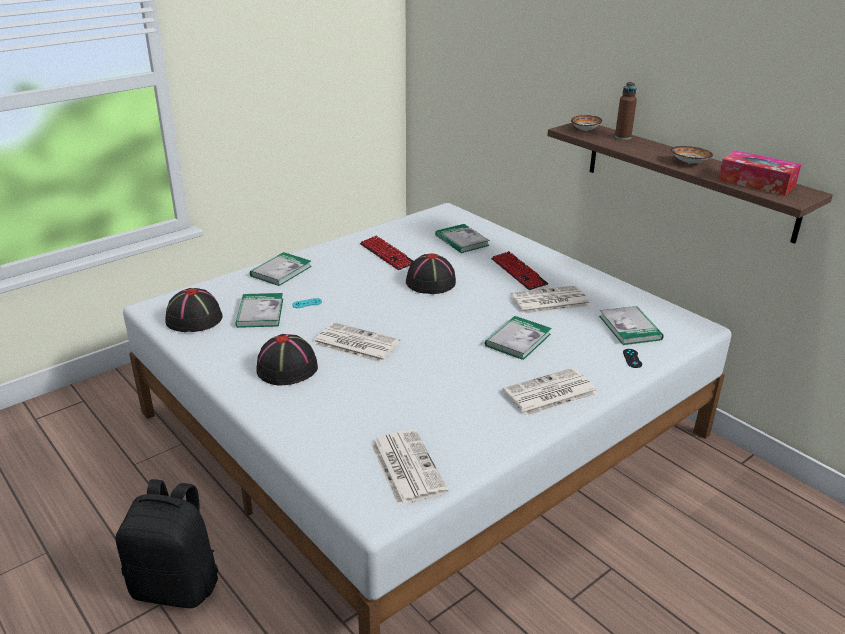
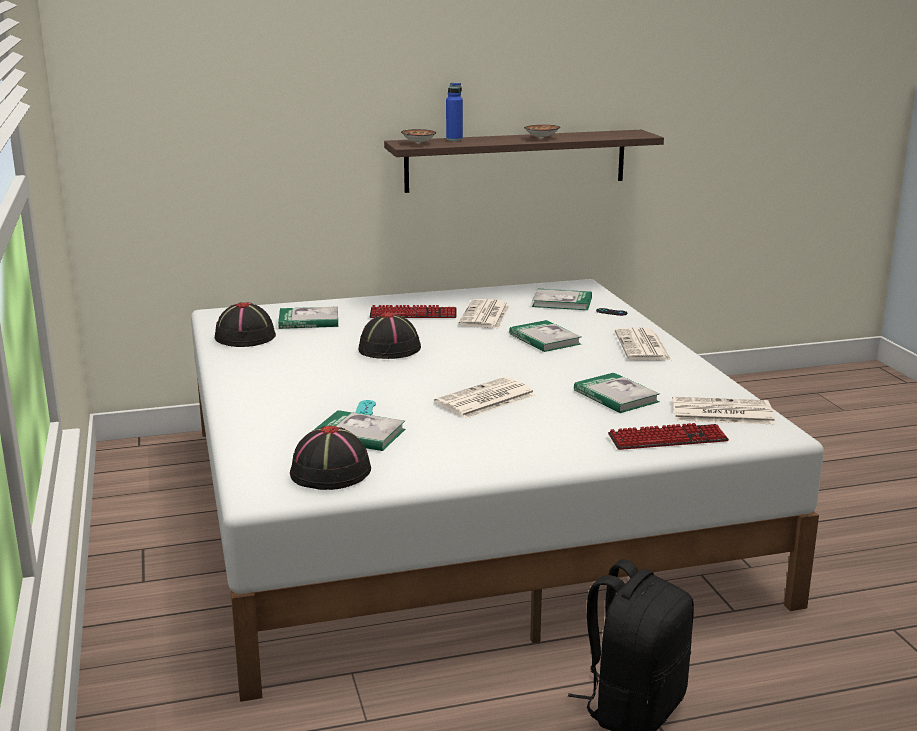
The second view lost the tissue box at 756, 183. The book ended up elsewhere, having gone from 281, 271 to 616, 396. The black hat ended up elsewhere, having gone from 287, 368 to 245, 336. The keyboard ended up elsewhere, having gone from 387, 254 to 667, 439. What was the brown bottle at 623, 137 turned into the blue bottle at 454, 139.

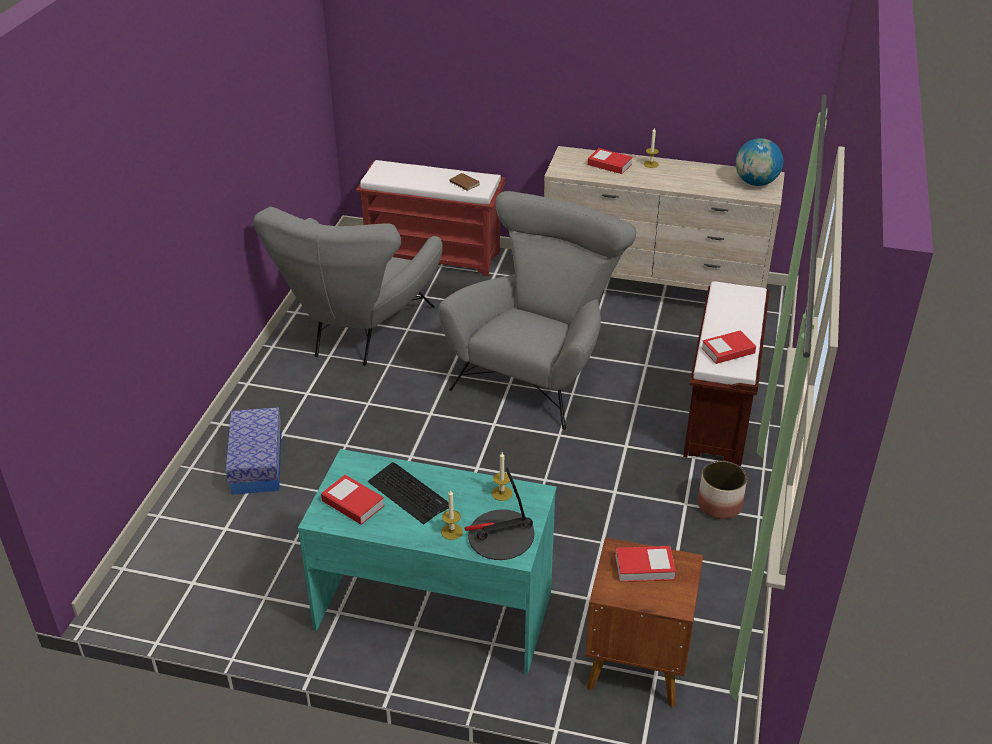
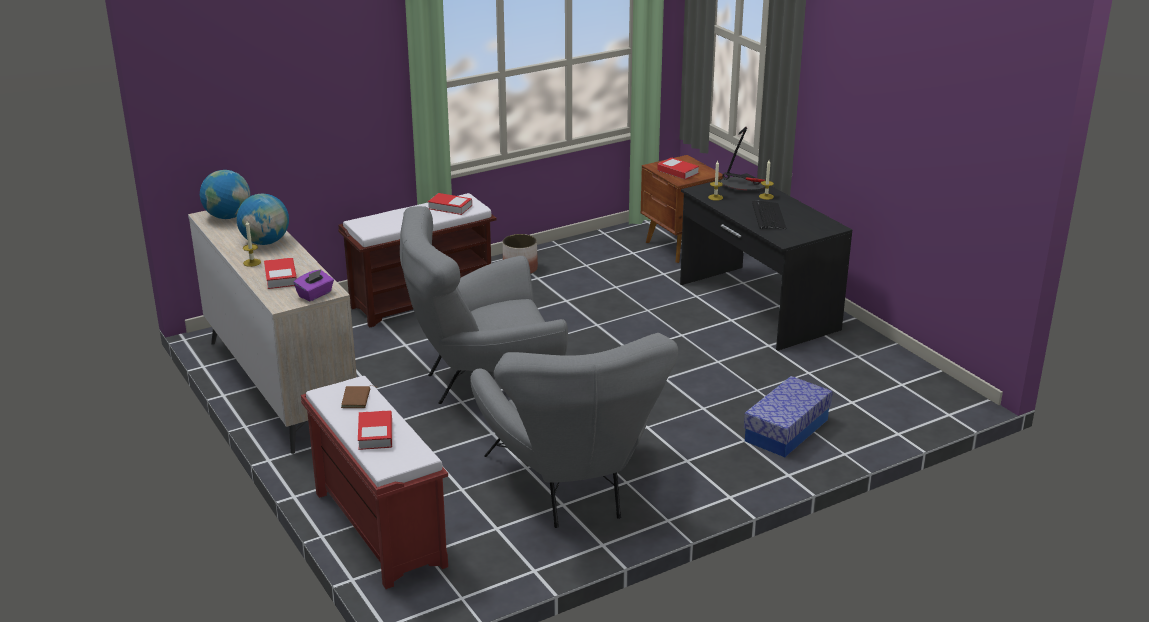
The second view gained the globe at 265, 242. The second view gained the purple tissue box at 315, 294. The book ended up elsewhere, having gone from 353, 503 to 375, 434. What was the turquoise desk at 434, 609 turned into the black desk at 756, 306. The grey armchair at 358, 333 ended up facing another way, 105 degrees clockwise from before.

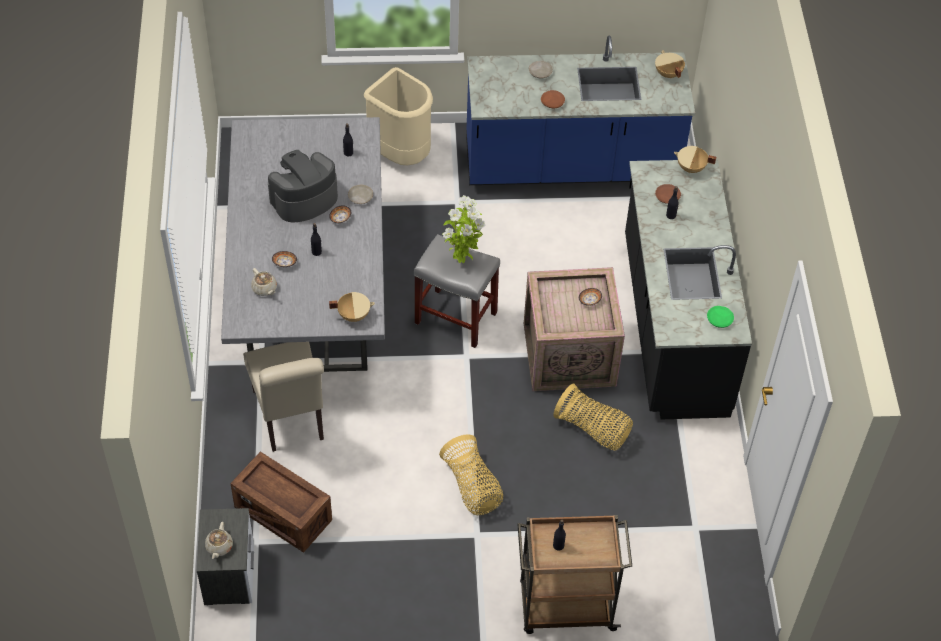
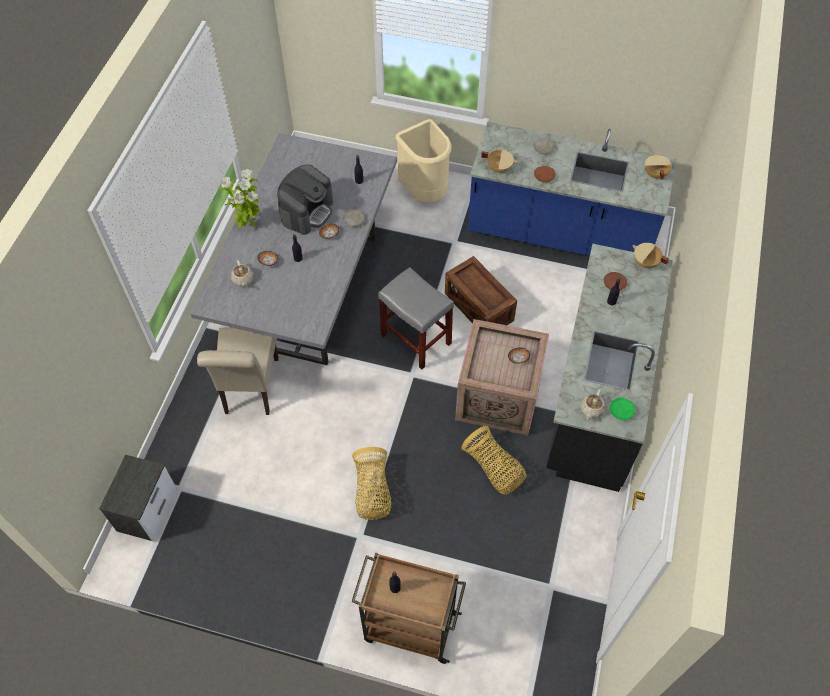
The beige teapot ended up elsewhere, having gone from 219, 547 to 591, 410. The crate ended up elsewhere, having gone from 283, 514 to 478, 307. The beige cooking pot ended up elsewhere, having gone from 353, 315 to 499, 168. The potted plant ended up elsewhere, having gone from 462, 259 to 249, 224. The coffee machine at 304, 199 ended up facing another way, 135 degrees clockwise from before.

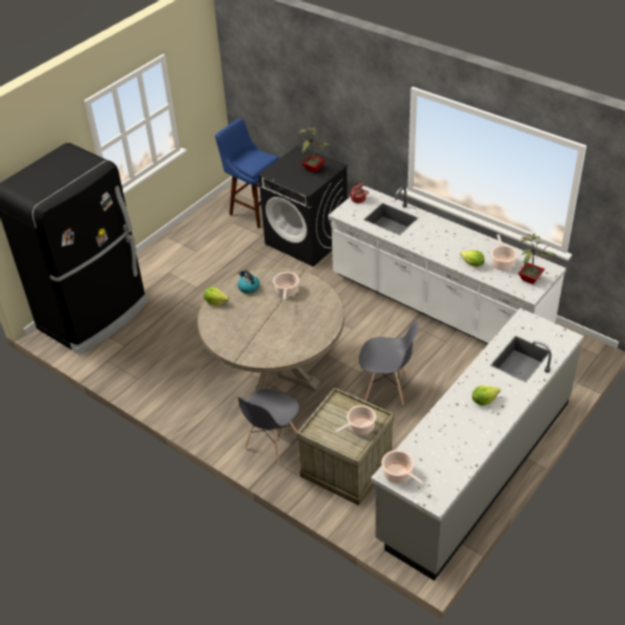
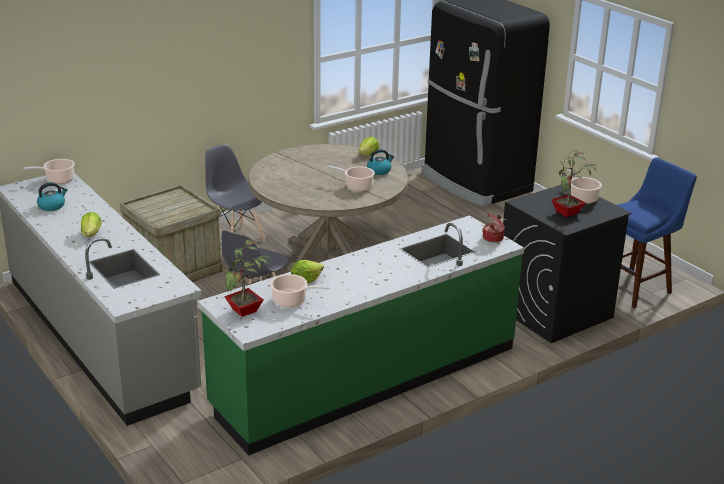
The second view gained the kettle at 52, 206. The cooking pot ended up elsewhere, having gone from 359, 427 to 582, 197. What was the white counter at 438, 306 turned into the green counter at 366, 377.

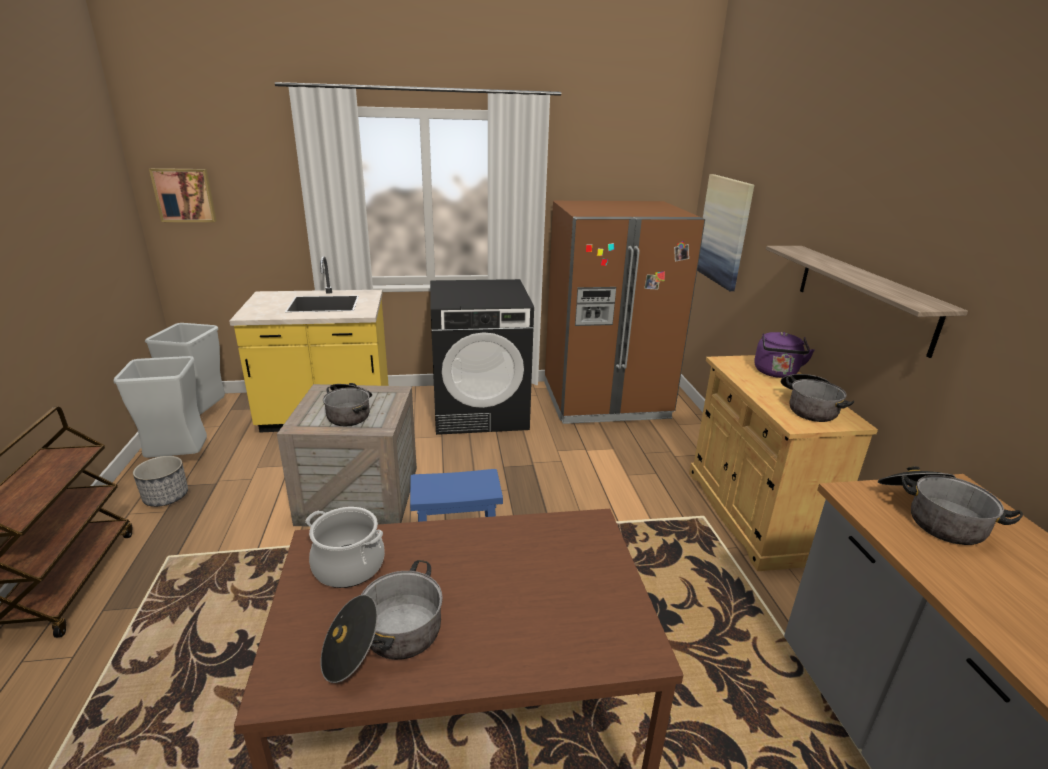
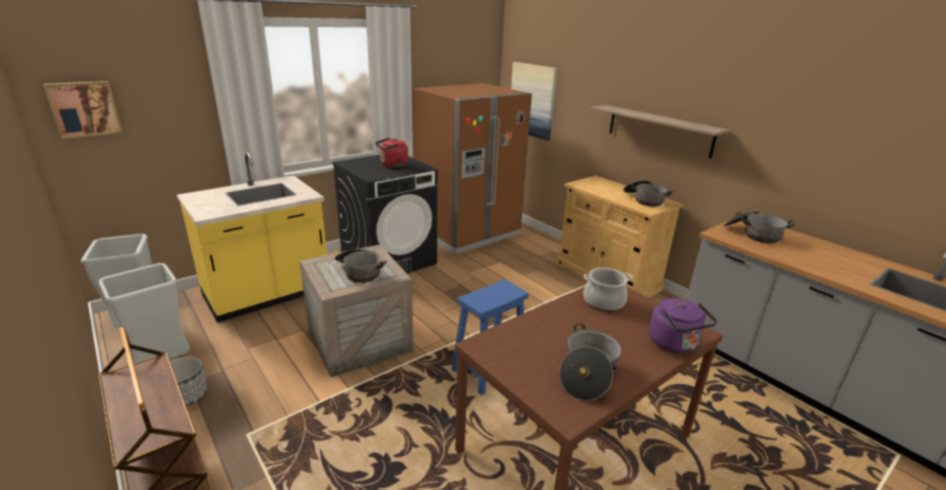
The second view gained the red kettle at 392, 165. The cooking pot ended up elsewhere, having gone from 349, 566 to 603, 301. The purple kettle ended up elsewhere, having gone from 776, 373 to 675, 344.

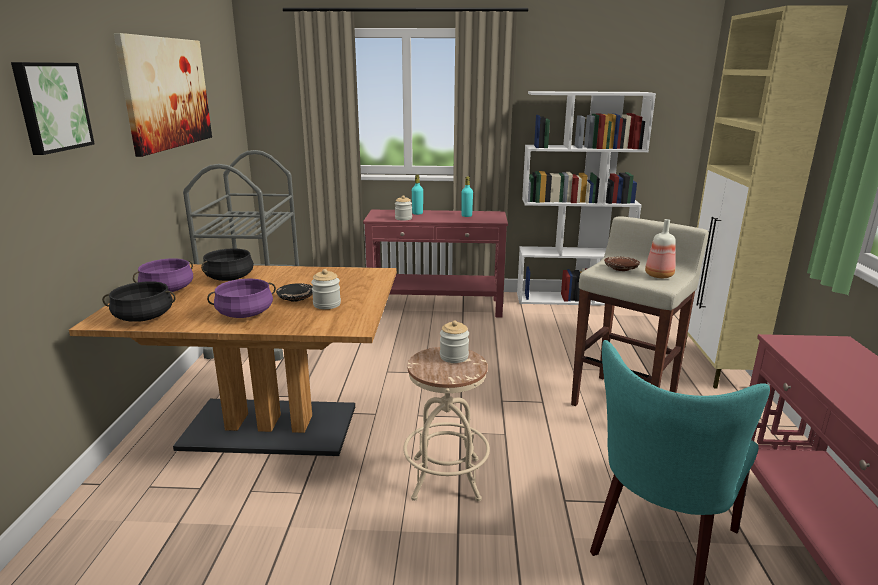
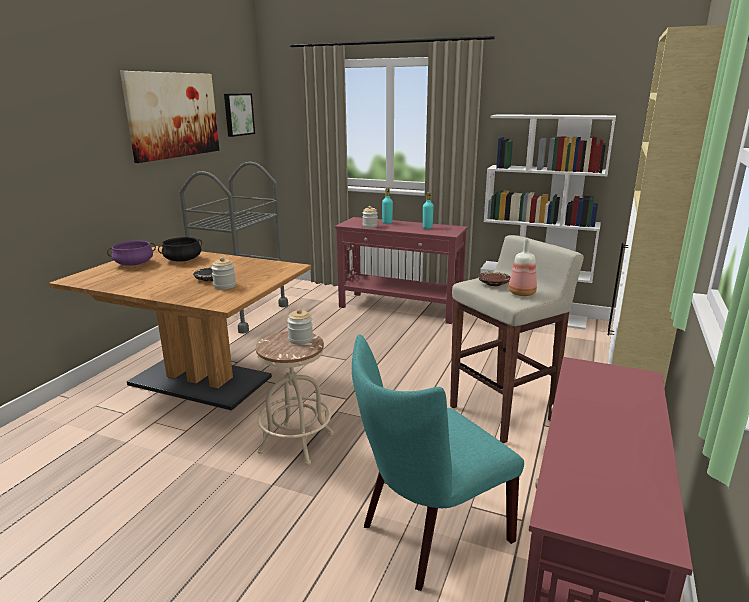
The second view lost the black cooking pot at 143, 317. The second view lost the purple cooking pot at 245, 313. The picture ended up elsewhere, having gone from 51, 107 to 238, 114.

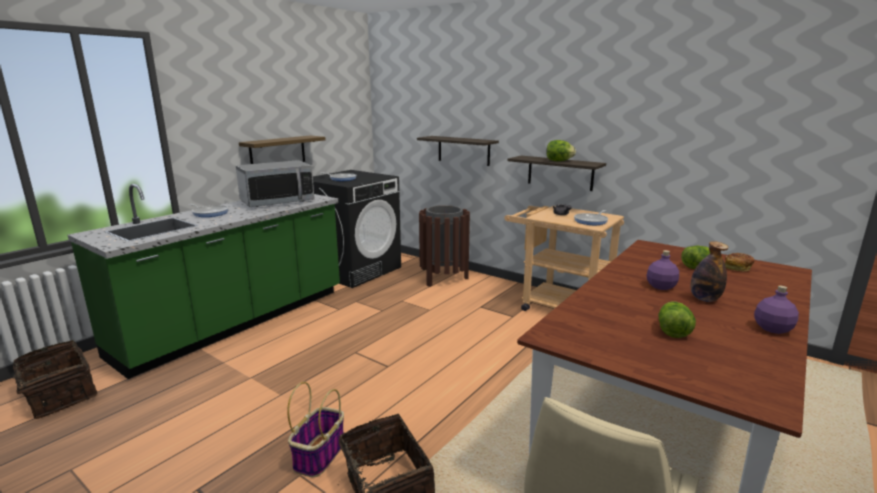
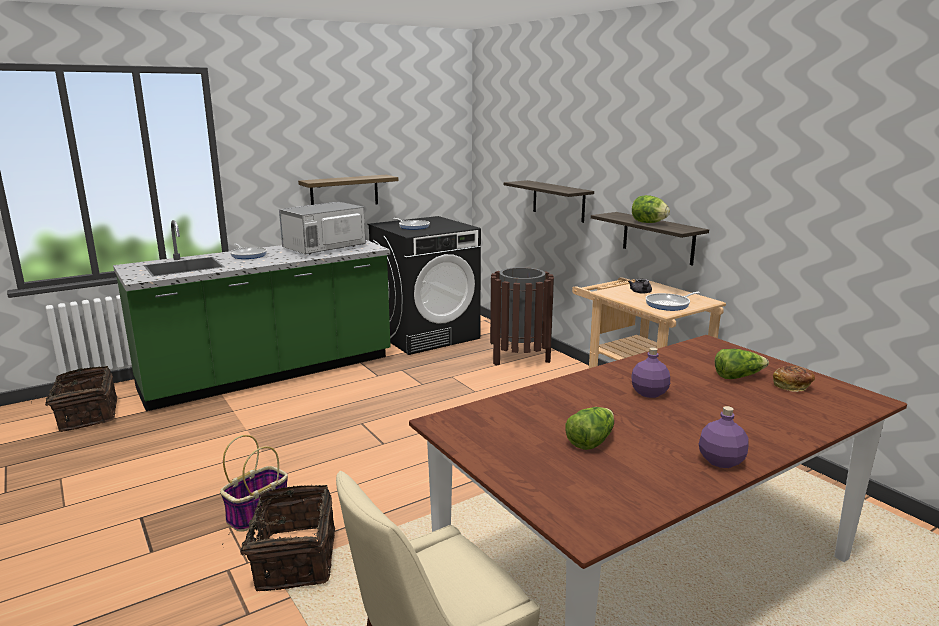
The second view lost the bottle at 704, 299. The microwave at 277, 201 ended up facing another way, 150 degrees clockwise from before.

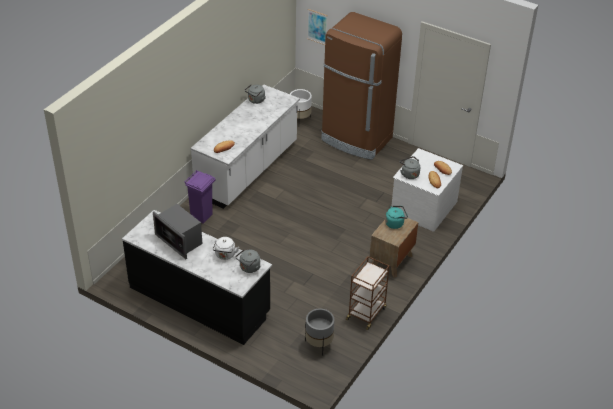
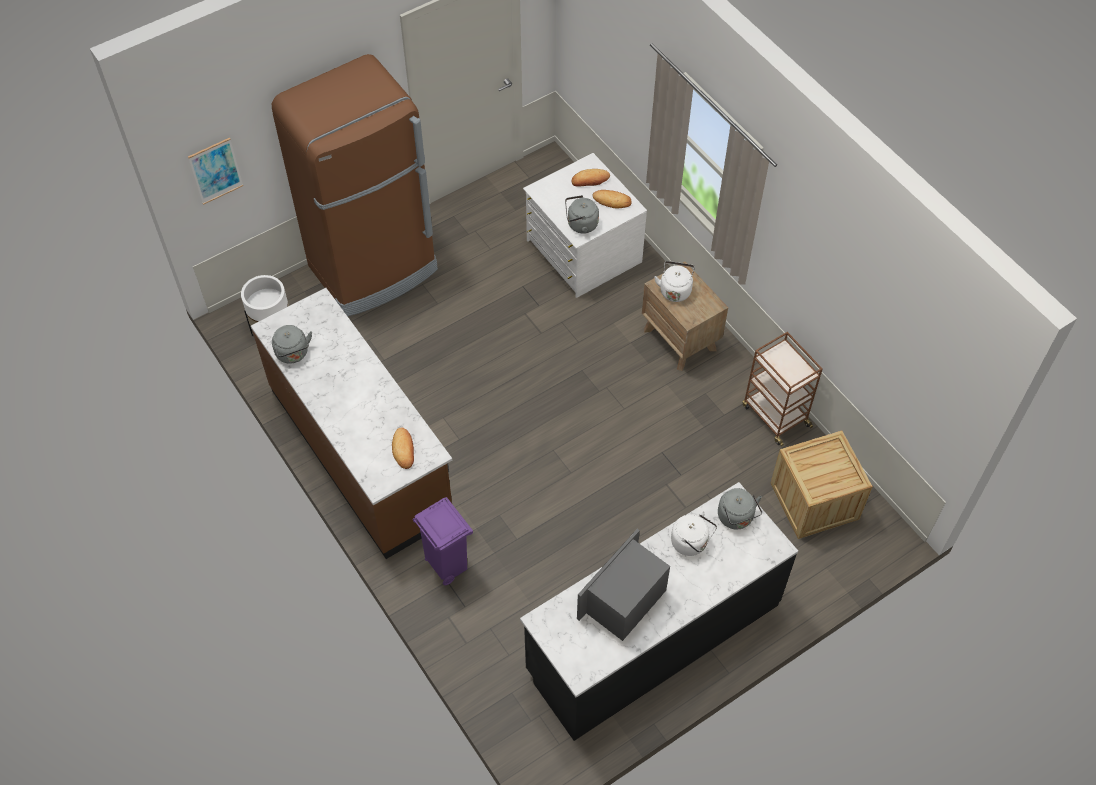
Where the grey planter stood at 319, 344, the crate came to stand at 814, 501. What was the white counter at 248, 170 turned into the brown counter at 362, 452. What was the turquoise kettle at 395, 223 turned into the white kettle at 675, 290. The microwave at 180, 240 ended up facing another way, 150 degrees clockwise from before.

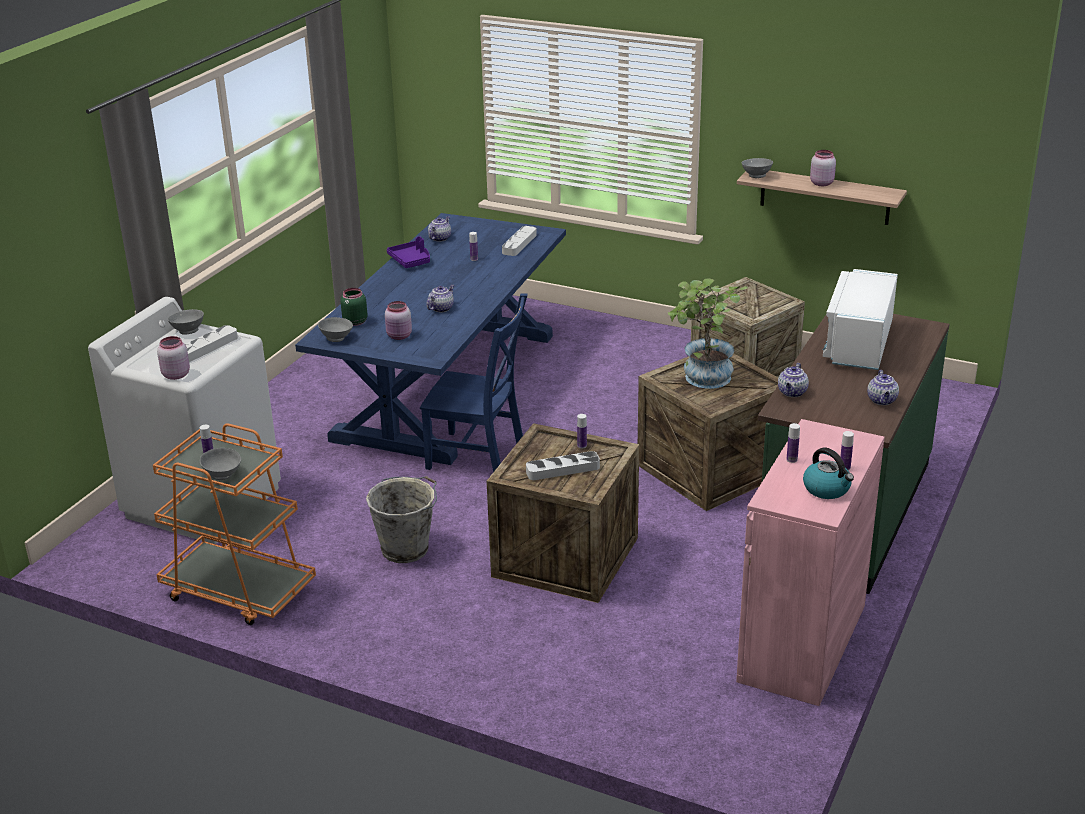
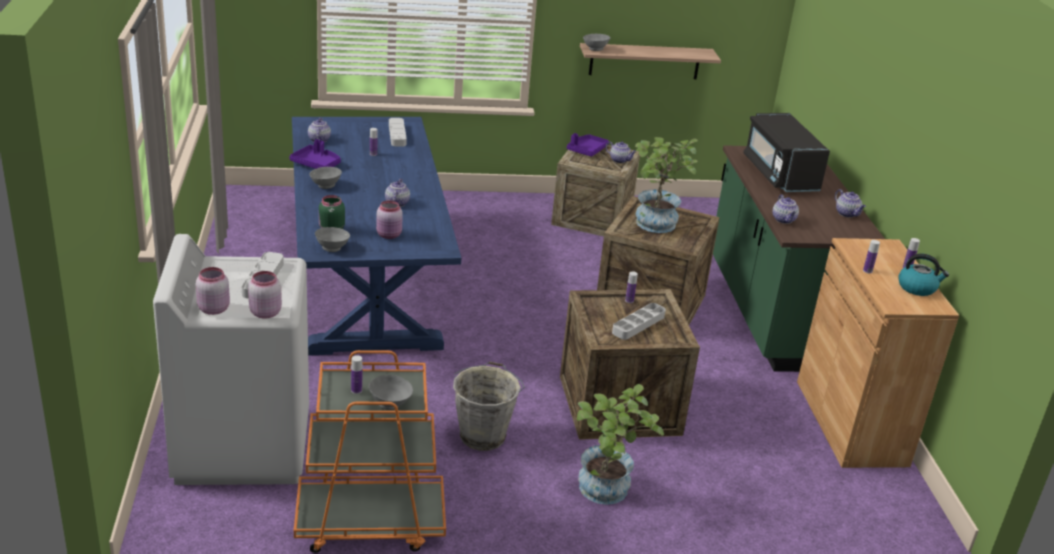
The second view lost the blue chair at 479, 456. The second view gained the purple tray at 587, 150. The second view gained the potted plant at 606, 493. The second view gained the teapot at 620, 160. The grey bowl ended up elsewhere, having gone from 188, 330 to 325, 185. The pink jar ended up elsewhere, having gone from 821, 183 to 213, 308. What was the pink cabinet at 802, 643 turned into the brown cabinet at 850, 422. What was the white microwave at 858, 344 turned into the black microwave at 779, 174.

